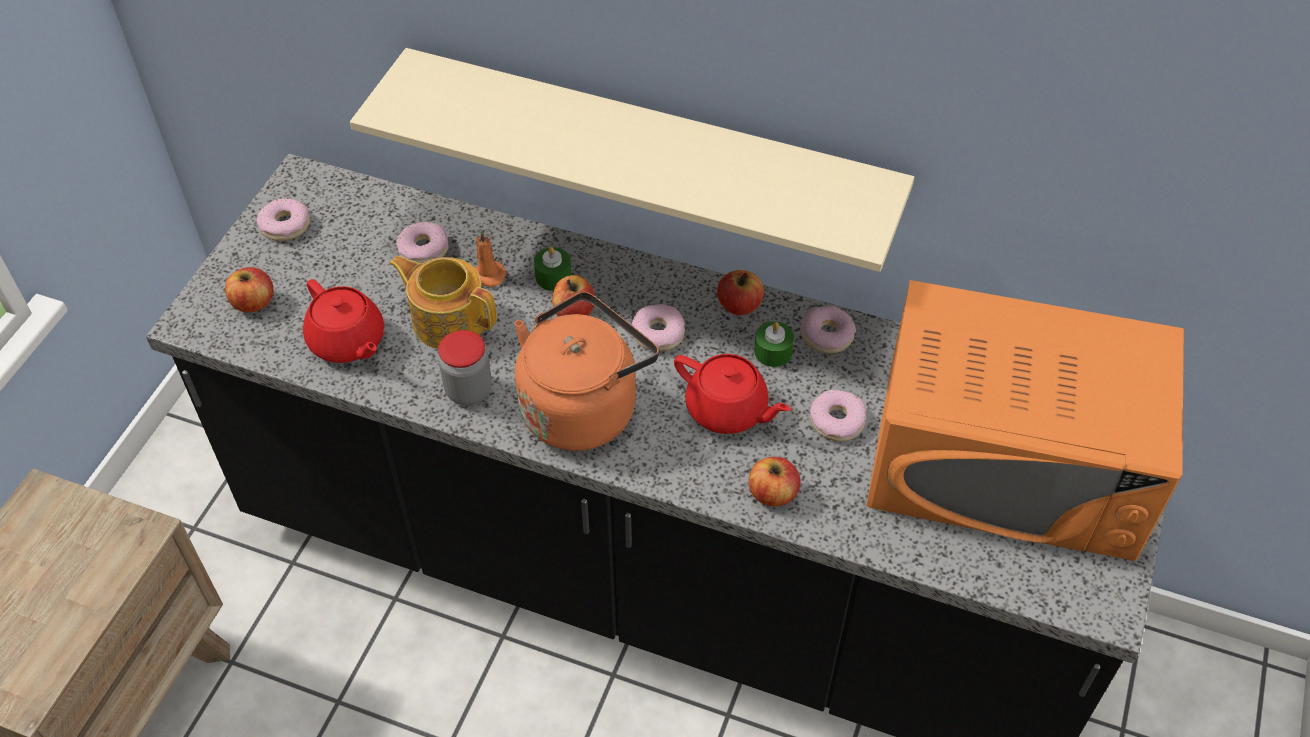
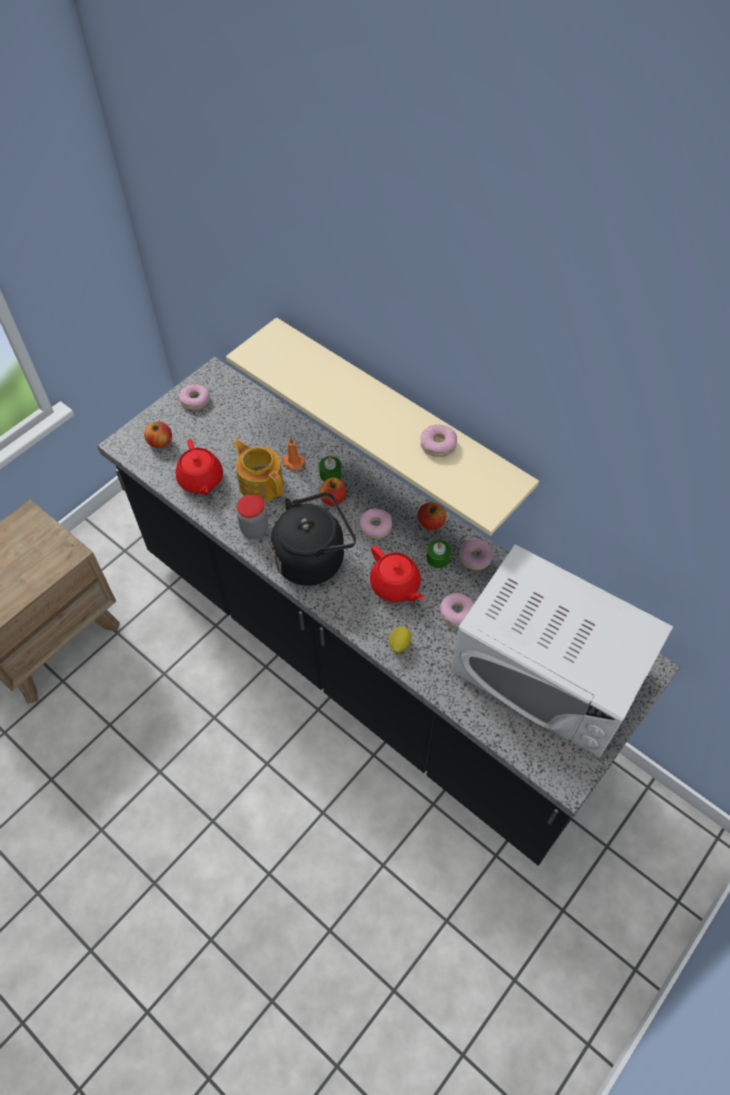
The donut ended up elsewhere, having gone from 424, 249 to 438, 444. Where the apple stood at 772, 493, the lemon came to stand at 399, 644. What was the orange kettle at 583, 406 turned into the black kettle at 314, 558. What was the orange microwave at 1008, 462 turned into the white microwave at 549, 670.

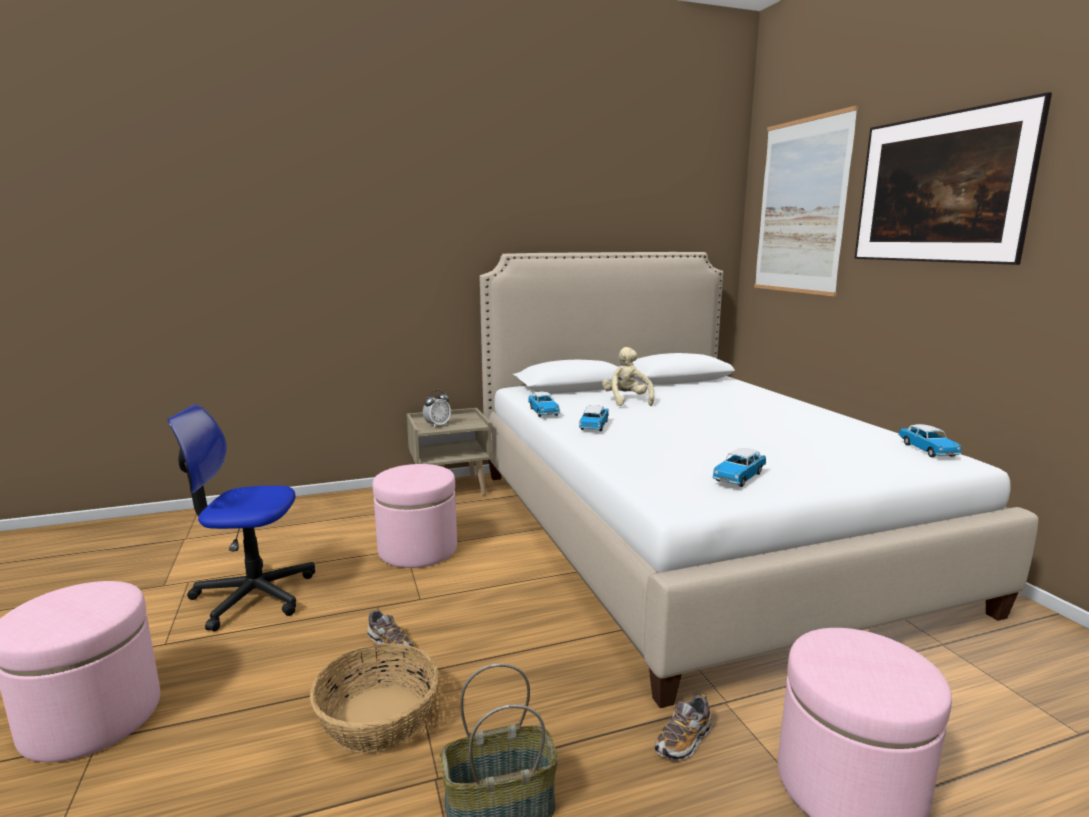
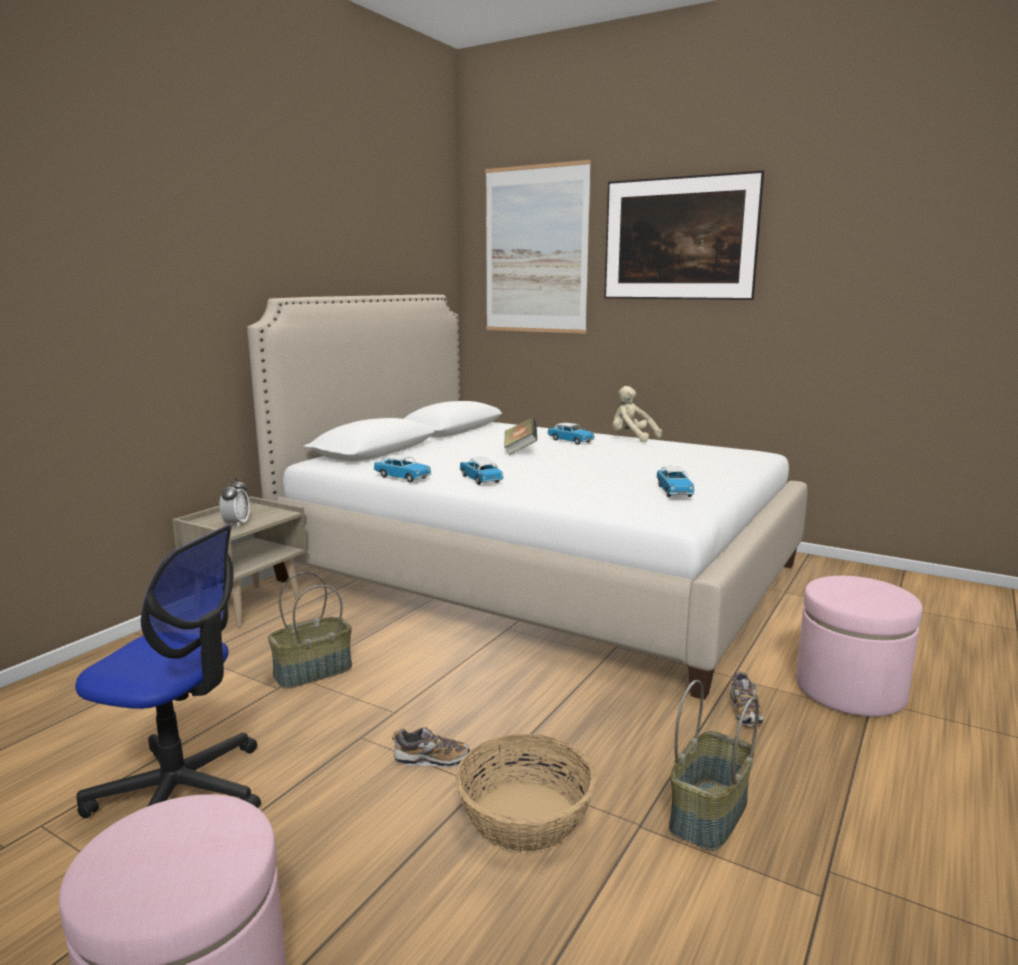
The second view gained the book at 520, 450. The beige plush toy ended up elsewhere, having gone from 626, 401 to 631, 438. The toy car ended up elsewhere, having gone from 927, 450 to 570, 441. Where the pink ottoman stood at 418, 549, the basket came to stand at 313, 672. The office chair at 253, 595 ended up facing another way, 120 degrees counterclockwise from before.

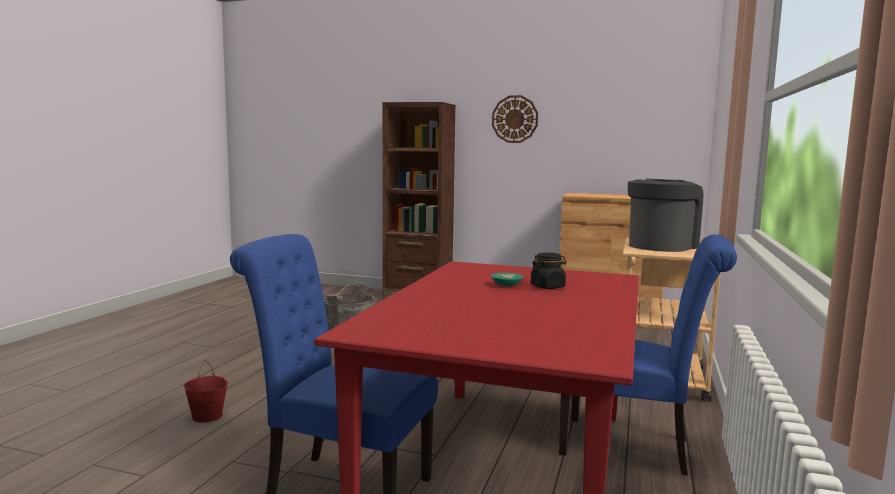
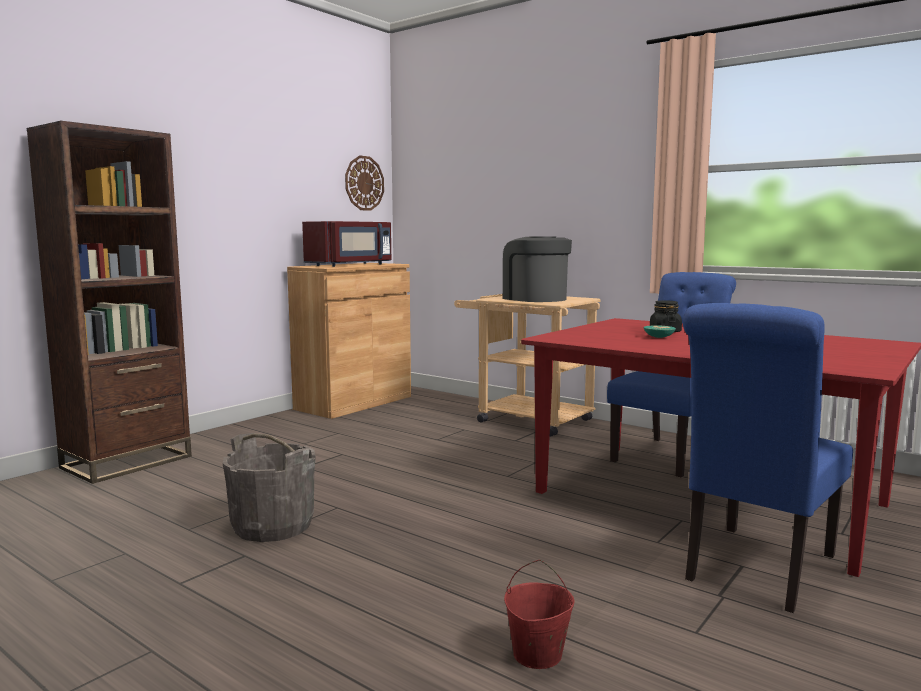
The second view gained the red microwave at 351, 265. The wall clock ended up elsewhere, having gone from 514, 119 to 364, 183.

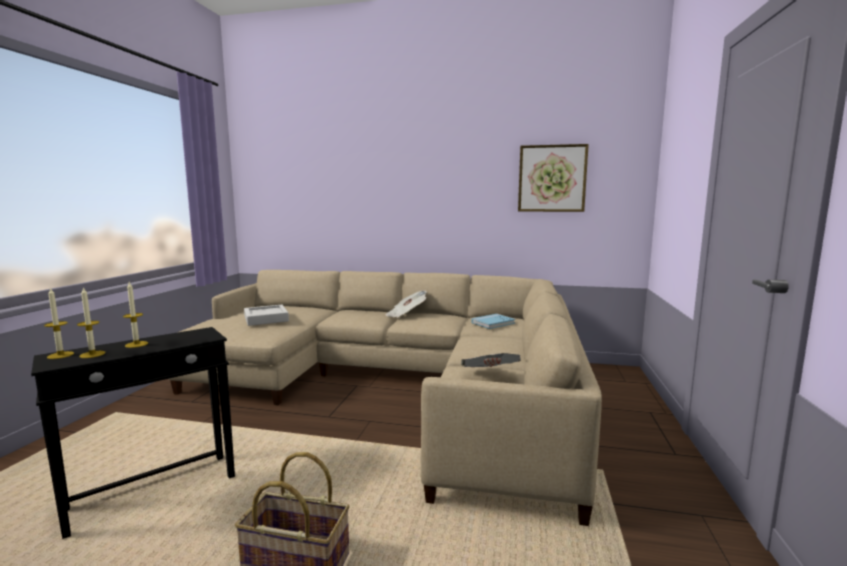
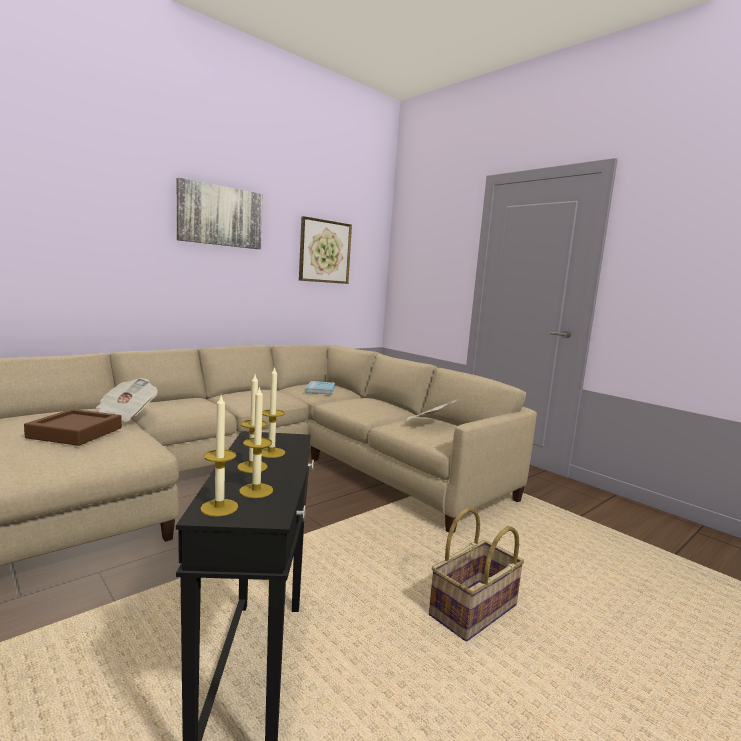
The second view gained the picture at 220, 216. The second view gained the candle at 271, 452. The newspaper ended up elsewhere, having gone from 406, 315 to 124, 416. What was the grey tray at 266, 319 turned into the brown tray at 75, 433.

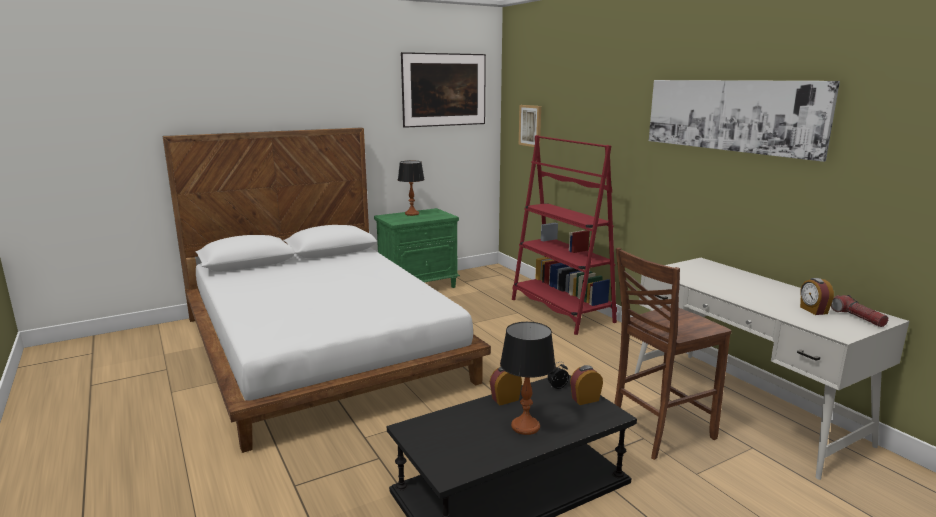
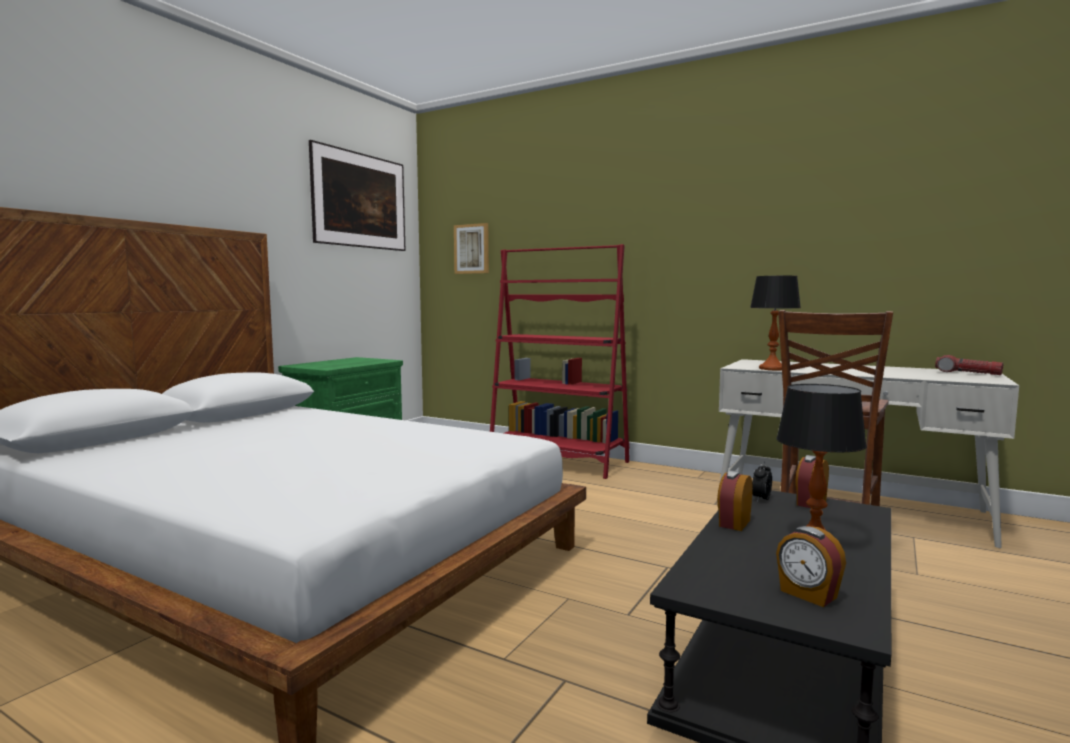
The second view lost the picture at 731, 115. The table lamp ended up elsewhere, having gone from 411, 214 to 771, 369. The alarm clock ended up elsewhere, having gone from 813, 310 to 807, 594.

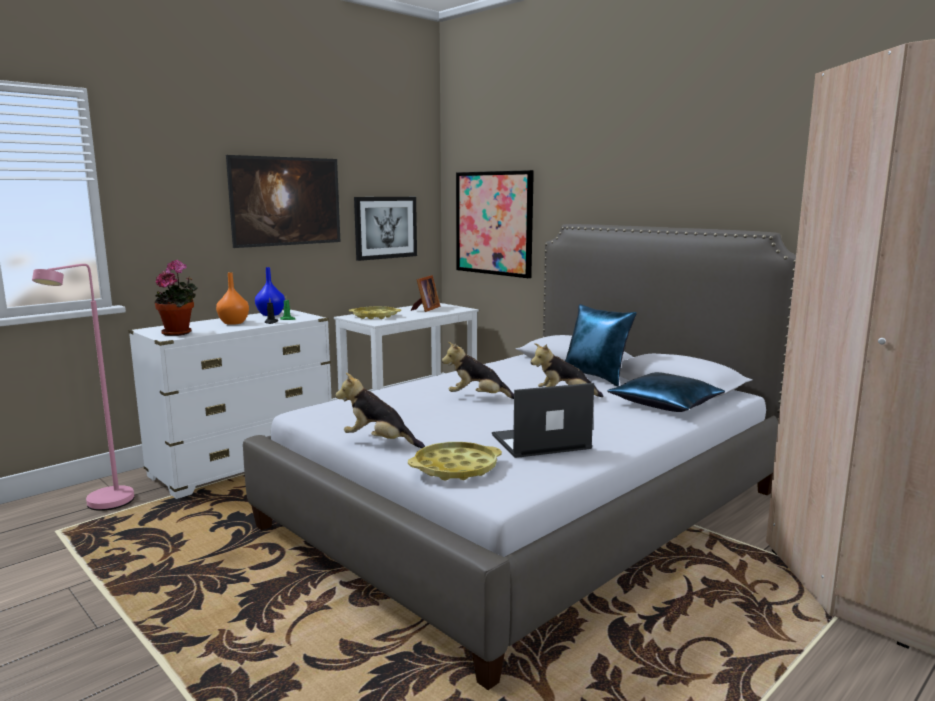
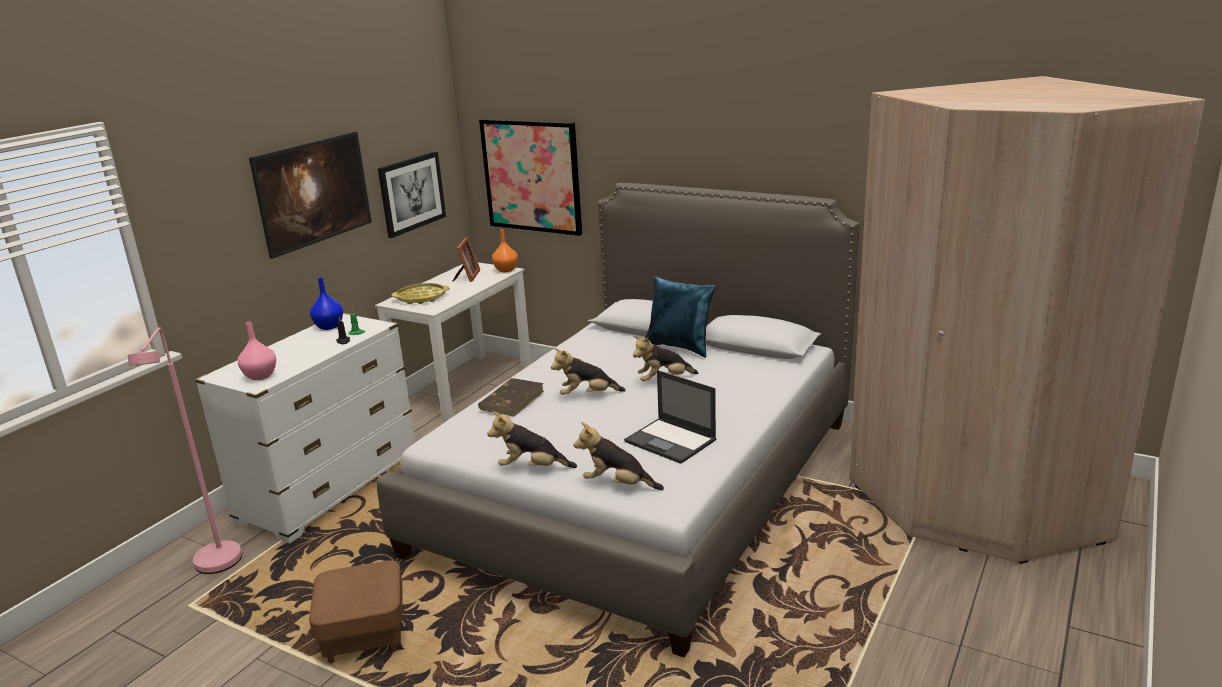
The second view lost the blue pillow at 666, 404. The second view gained the brown ottoman at 364, 635. The second view gained the brown book at 512, 400. The orange vase ended up elsewhere, having gone from 233, 323 to 506, 270. Where the potted plant stood at 179, 333, the pink vase came to stand at 261, 376. Where the yellow tray stood at 455, 468, the plush toy came to stand at 618, 484. The laptop at 539, 442 ended up facing another way, 105 degrees counterclockwise from before.

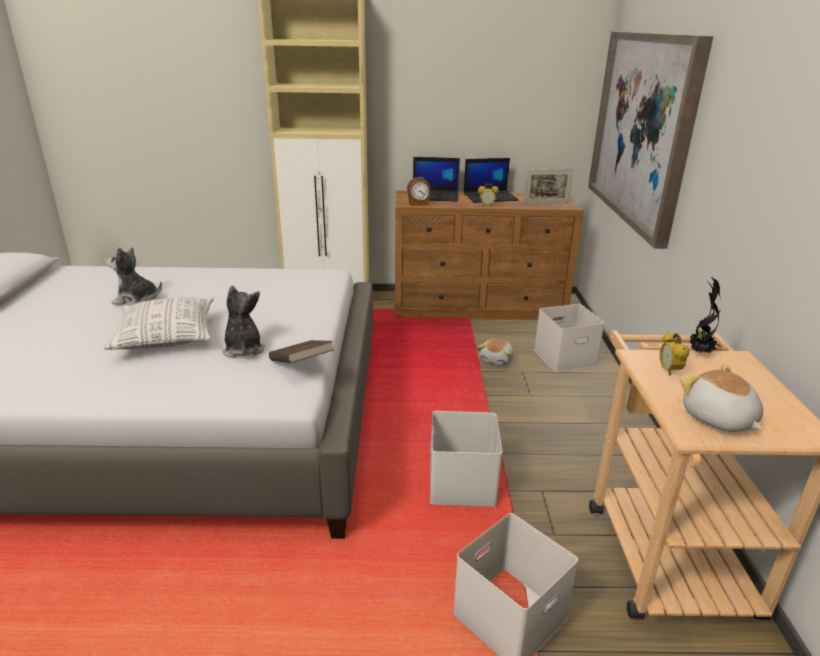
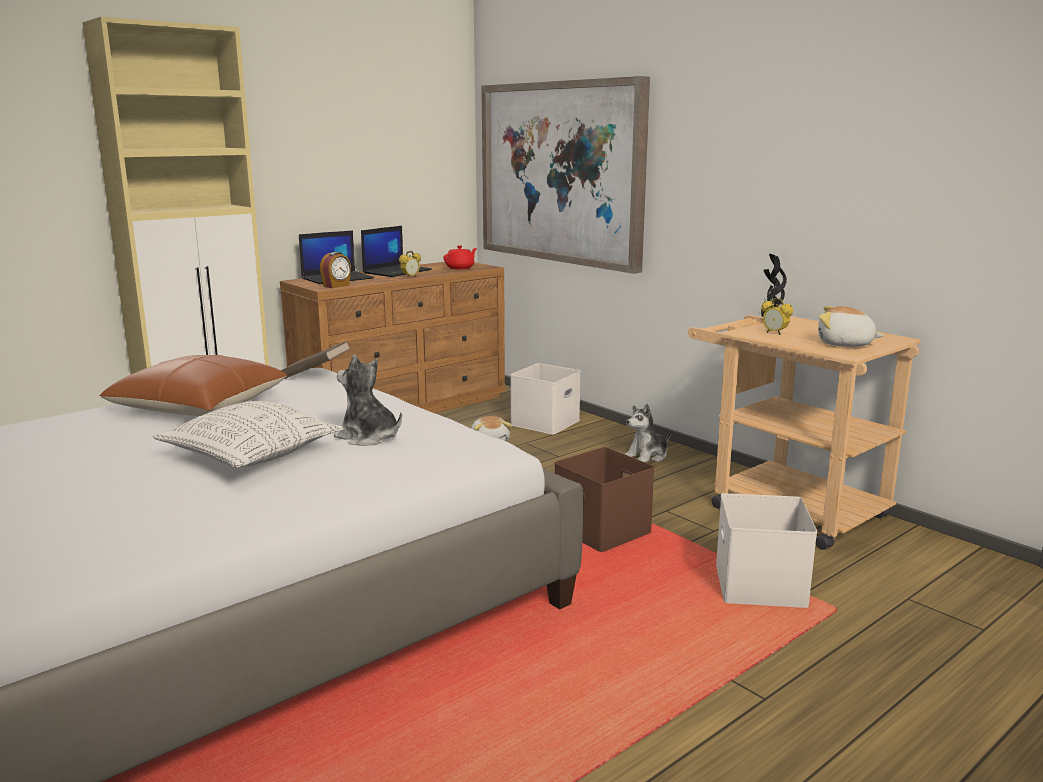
The second view gained the brown pillow at 199, 406. The plush toy ended up elsewhere, having gone from 137, 301 to 647, 456. The brown book ended up elsewhere, having gone from 301, 365 to 316, 375. Where the picture frame stood at 546, 203, the red teapot came to stand at 460, 268. What was the white storage box at 463, 485 turned into the brown storage box at 604, 531.

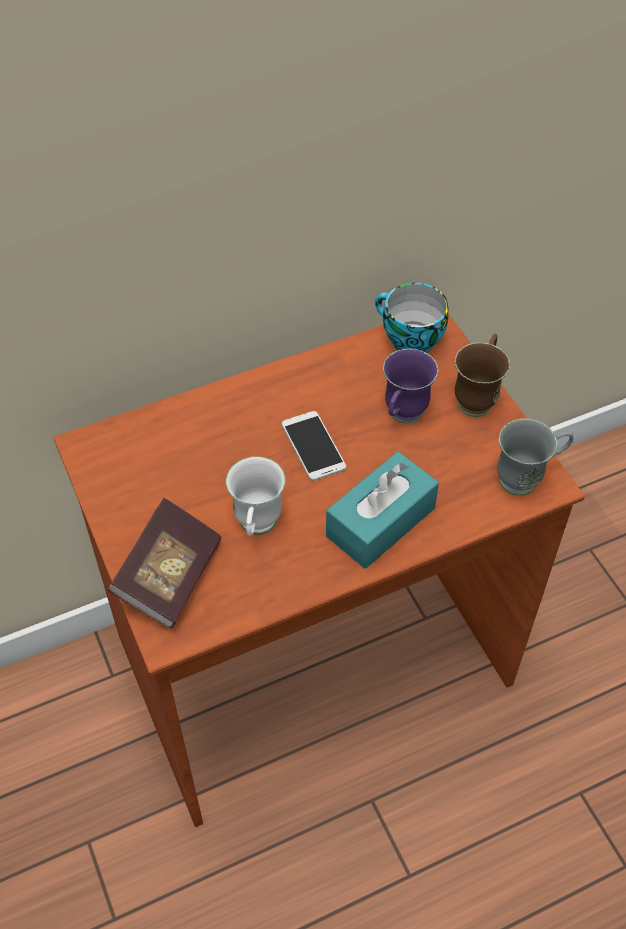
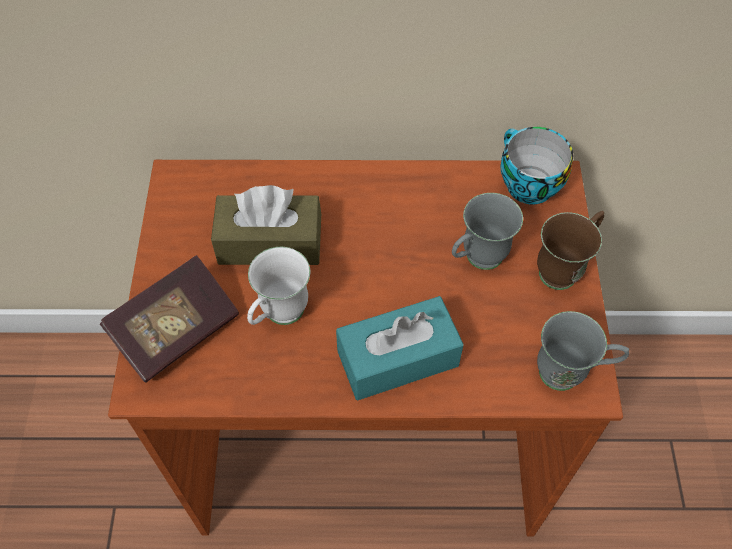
The second view lost the phone at 313, 446. The second view gained the brown tissue box at 270, 242. What was the purple mug at 402, 417 turned into the grey mug at 476, 260.

